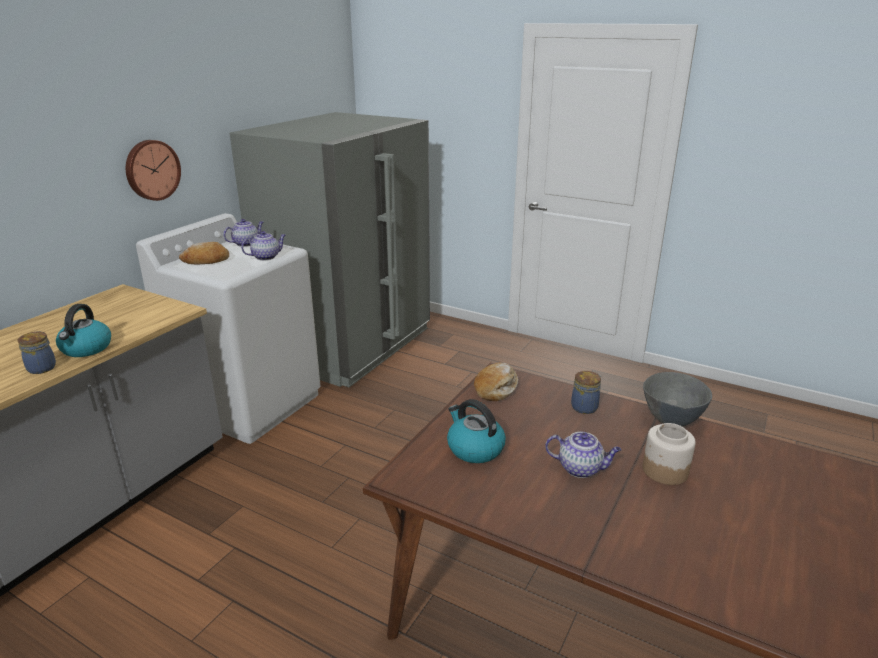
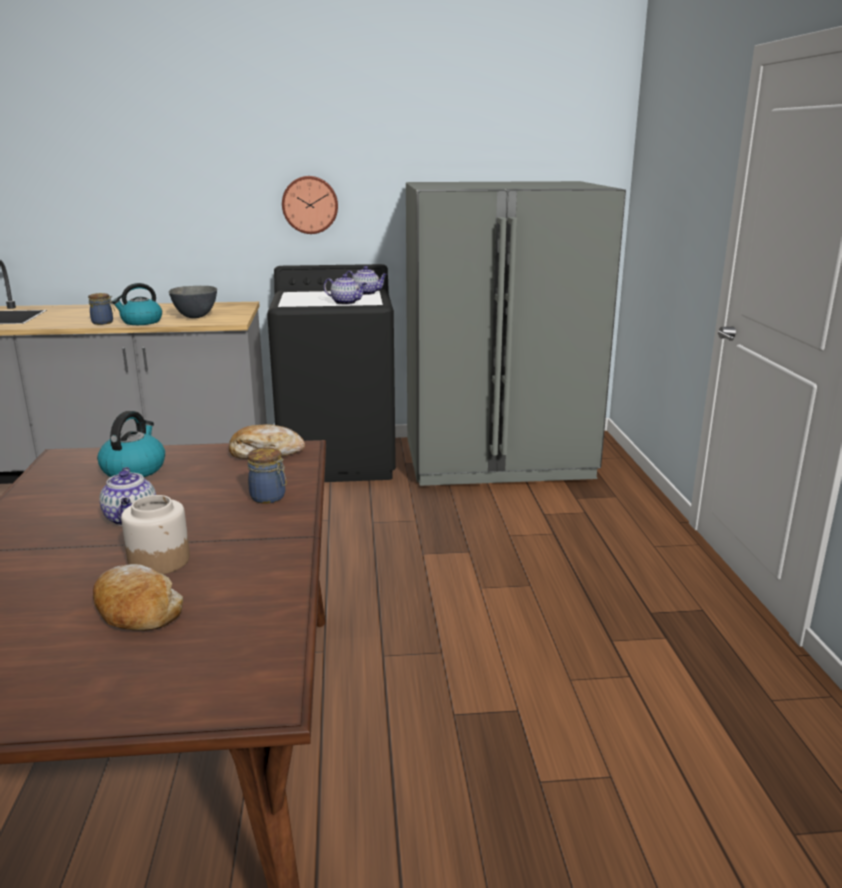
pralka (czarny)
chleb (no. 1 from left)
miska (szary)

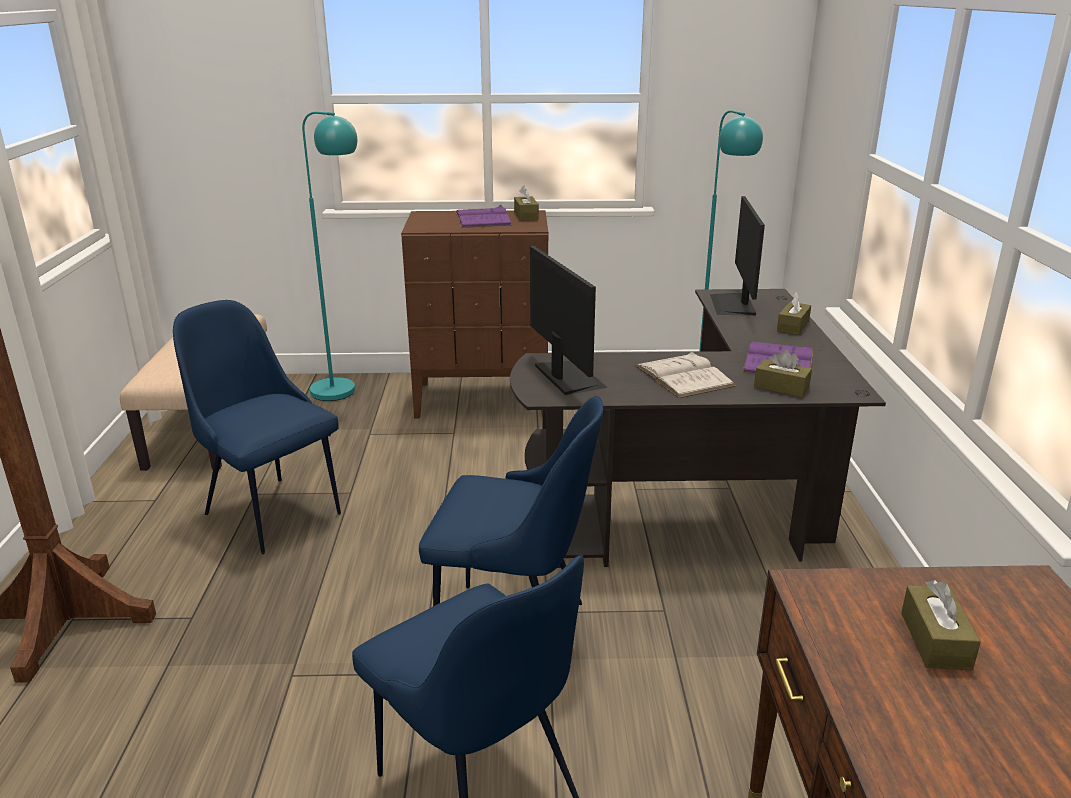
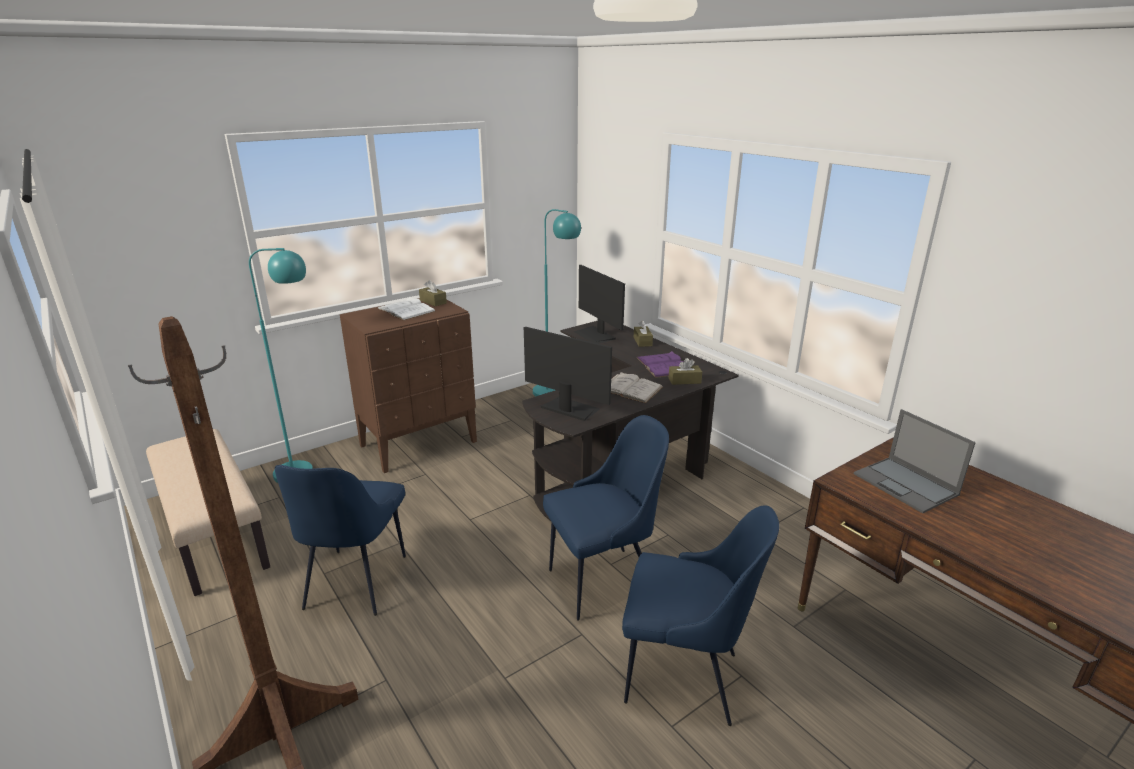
książka (biały) (no. 1 from left)
krzesło (niebieski) (no. 1 from left)
laptop

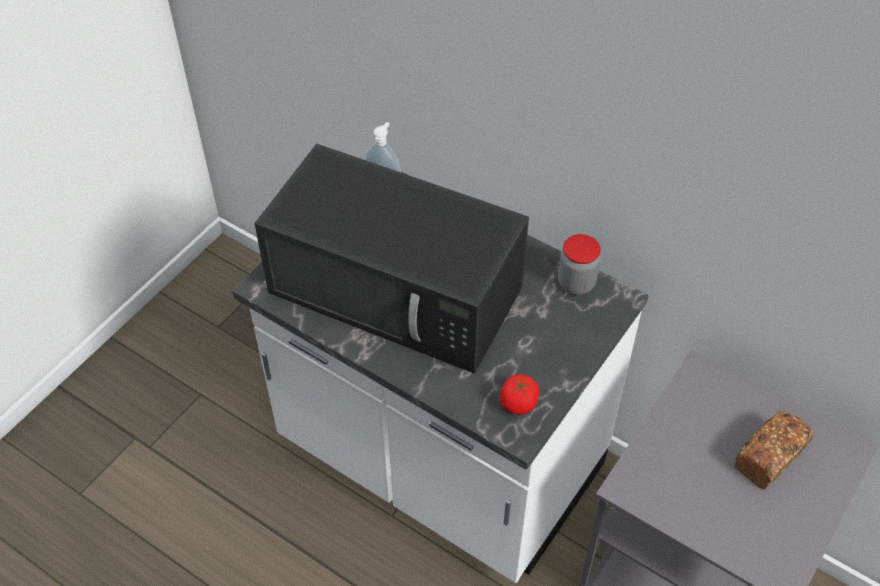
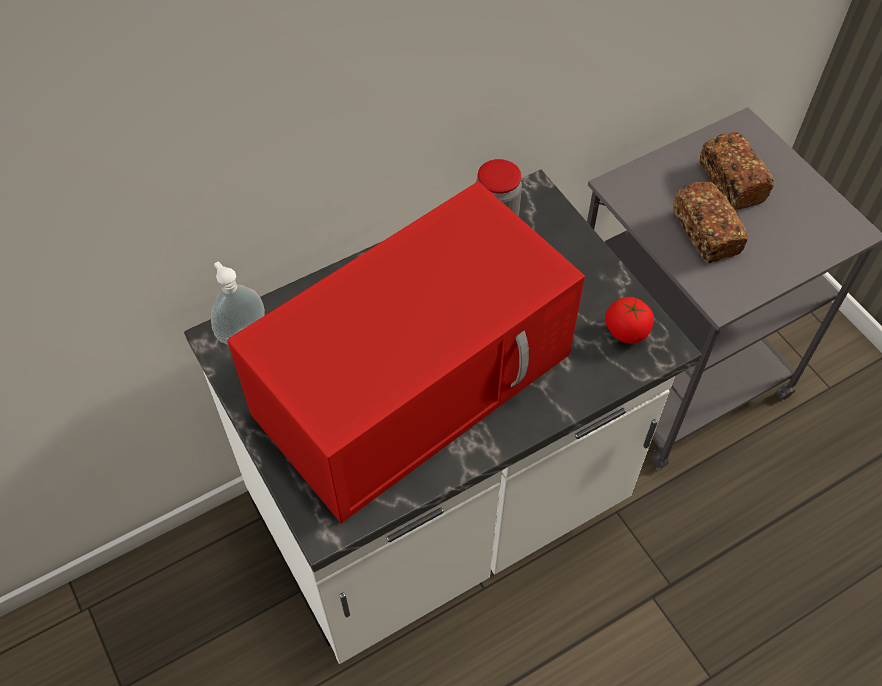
mikrofalówka (czerwony)
chleb (no. 1 from left)

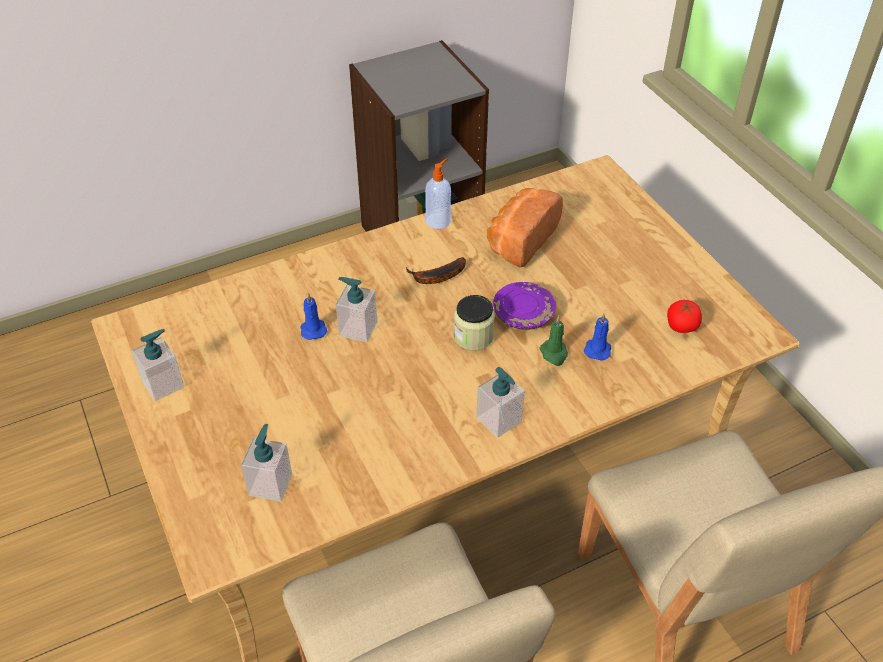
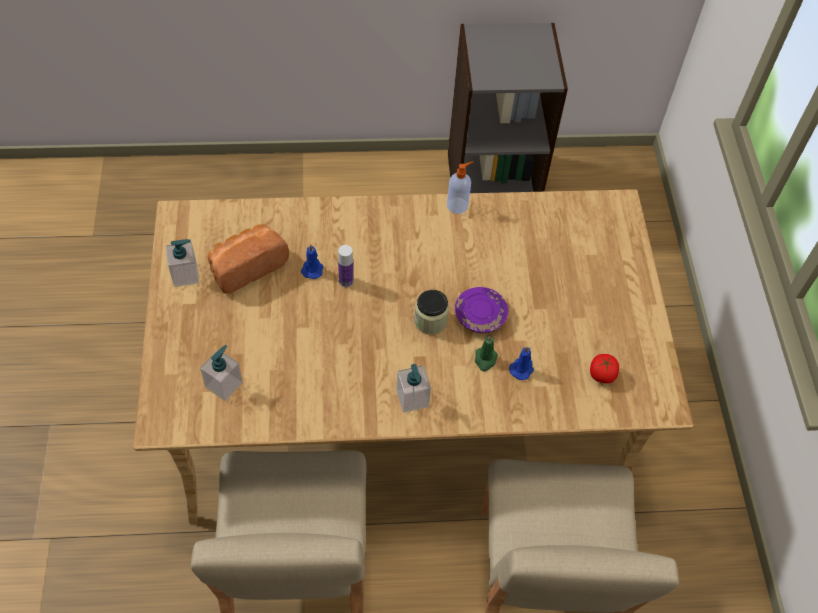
chleb
banan
butelka

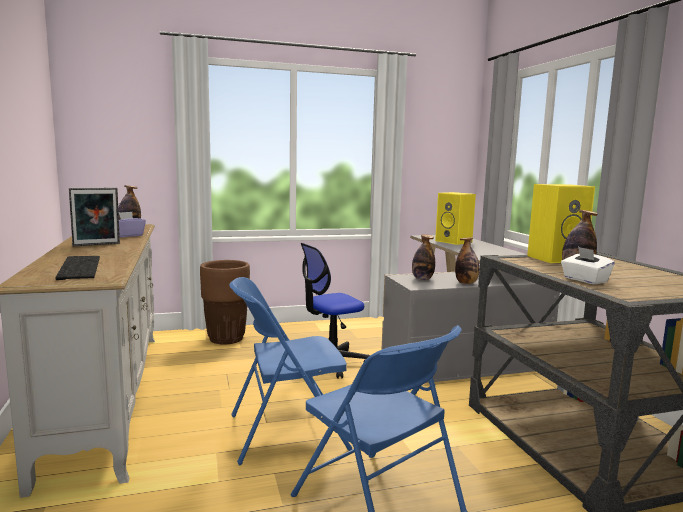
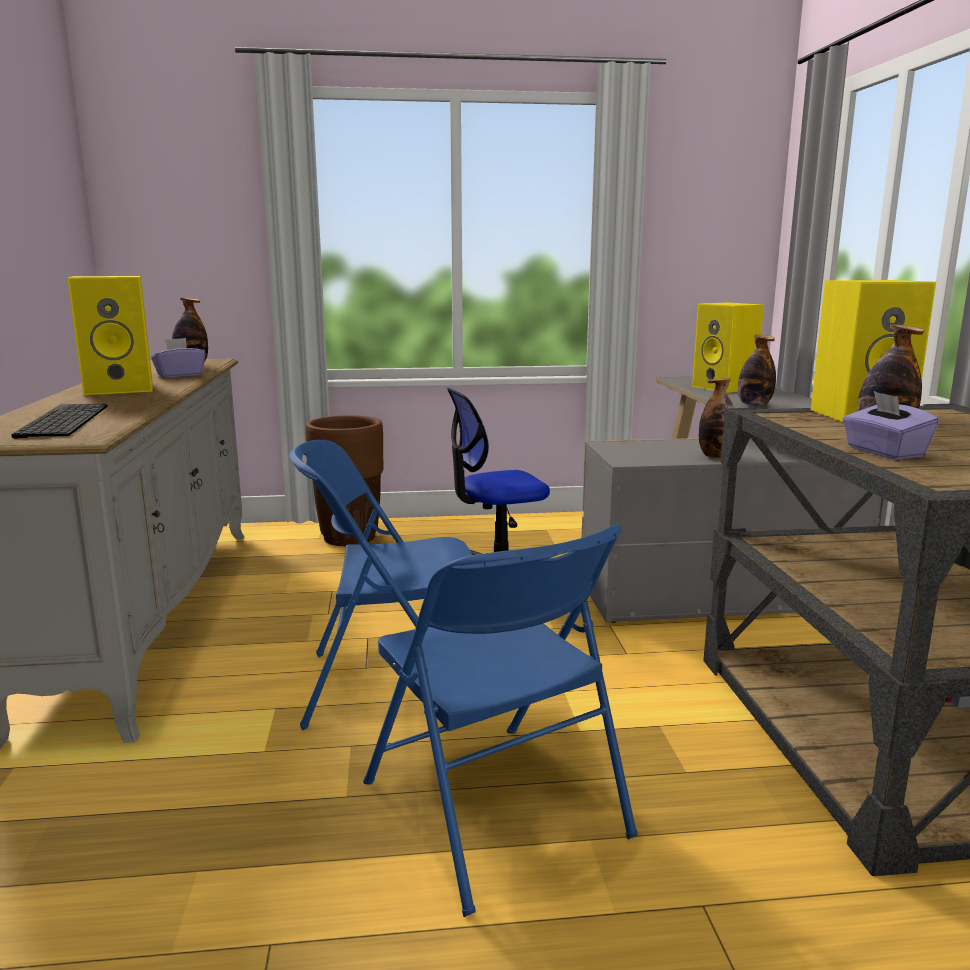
głośnik (żółty) (no. 1 from left)
butelka (no. 3 from left)
pudełko chusteczek (fioletowy) (no. 2 from left)

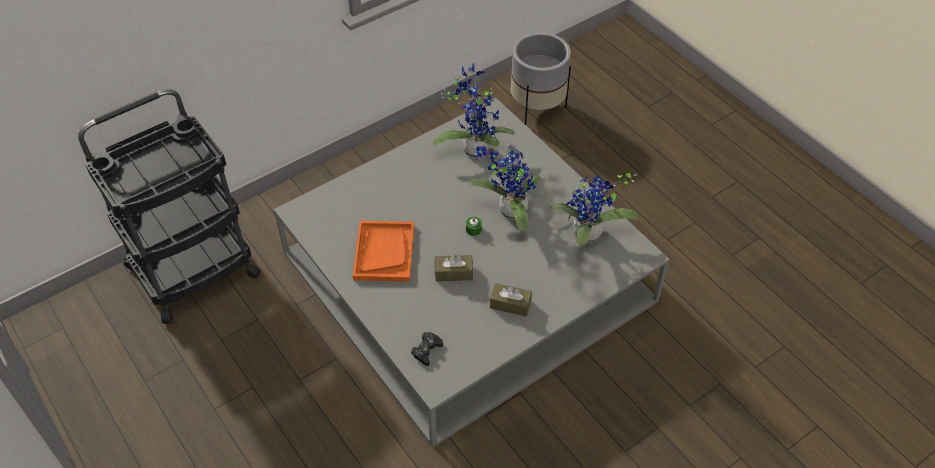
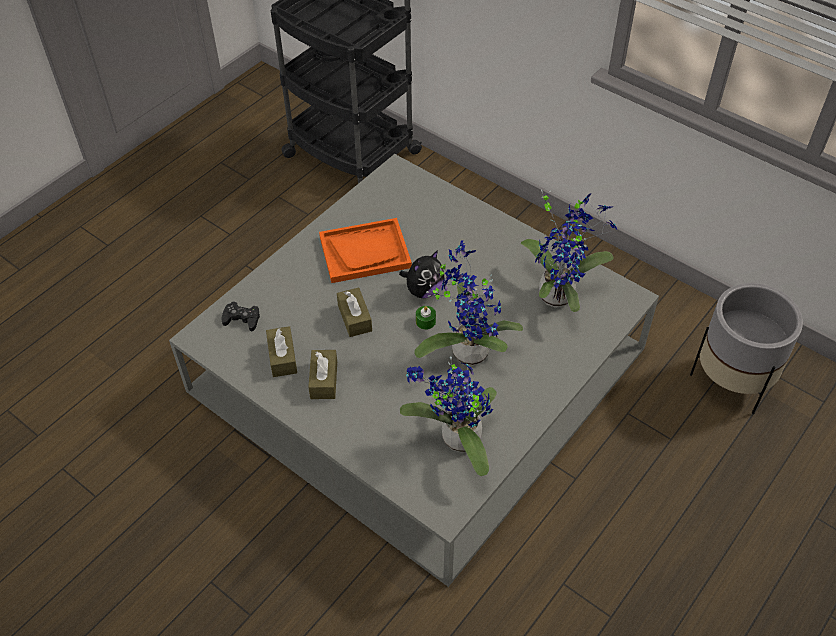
pluszak
pudełko chusteczek (brązowy) (no. 1 from left)

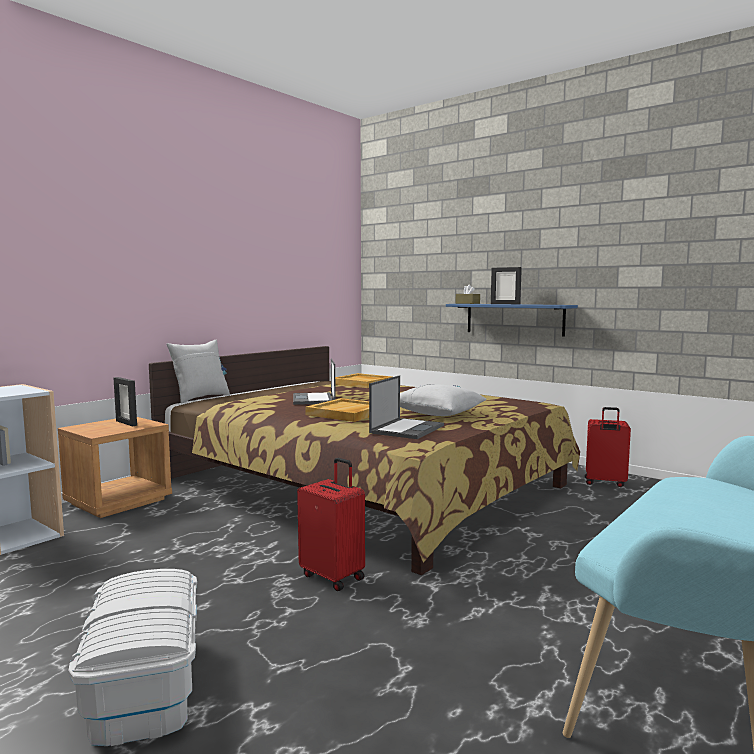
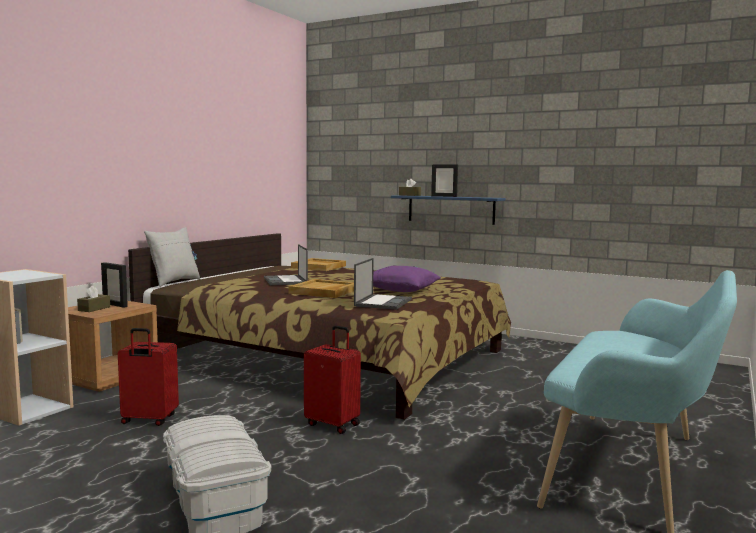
poduszka (fioletowy)
walizka (czerwony) (no. 1 from left)
pudełko chusteczek (brązowy) (no. 1 from left)

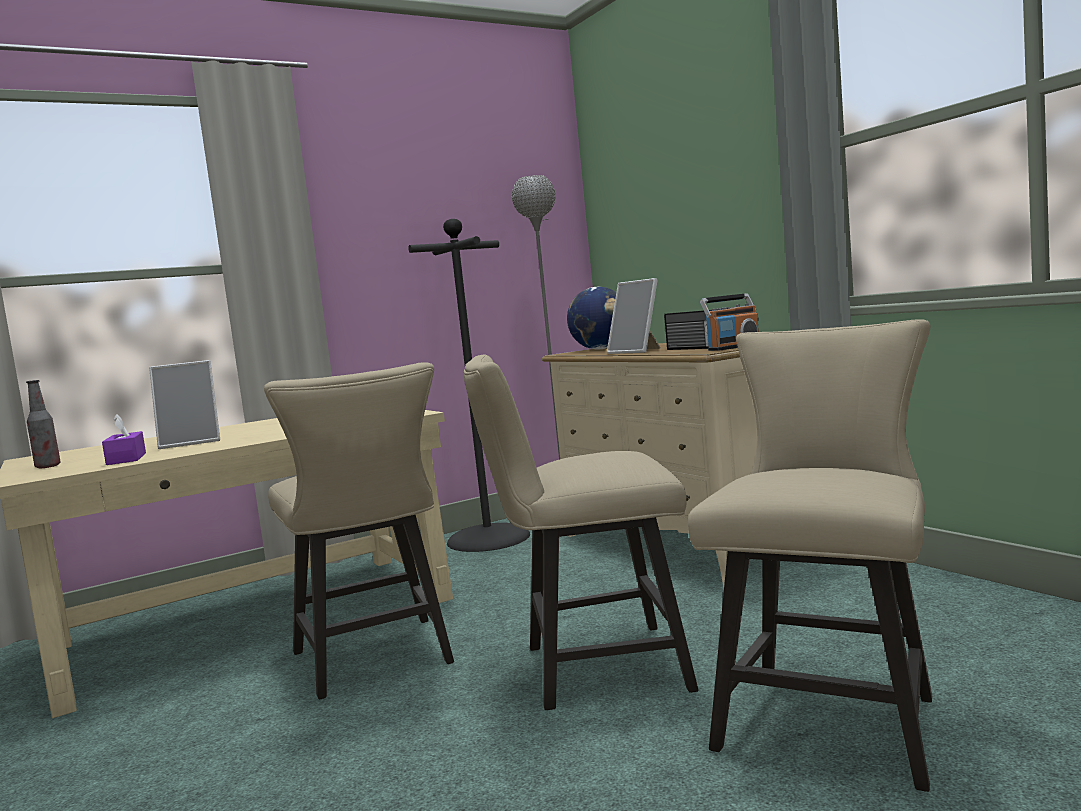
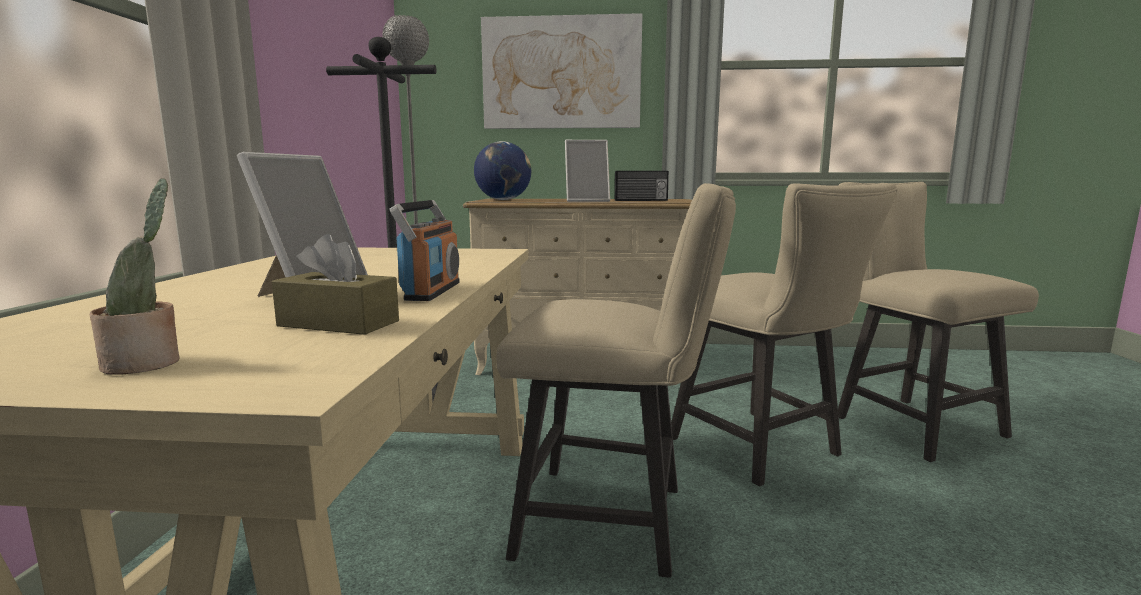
radio (no. 1 from left)
krzesło (beżowy) (no. 2 from left)
roślina doniczkowa
pudełko chusteczek (brązowy)
obraz

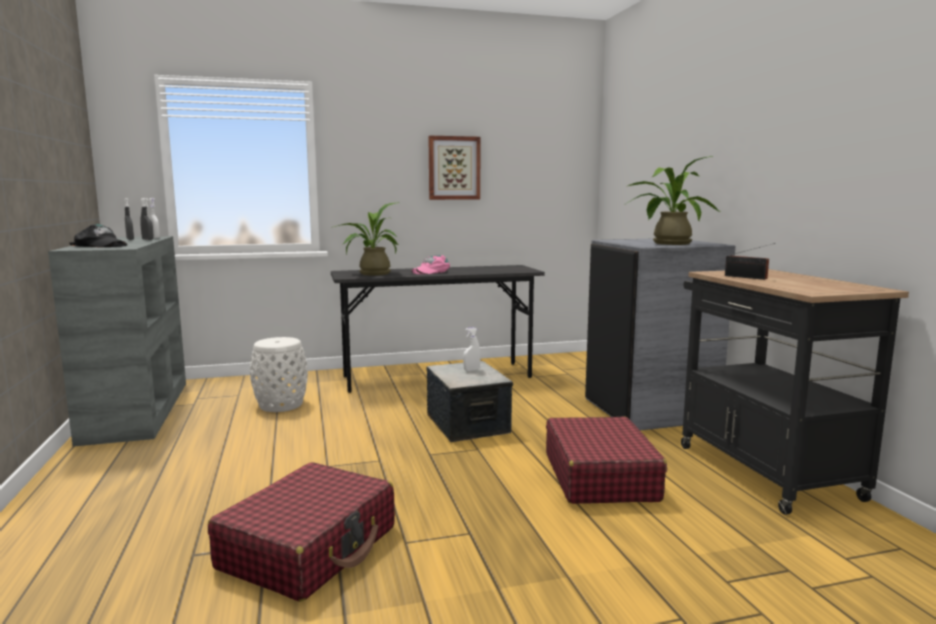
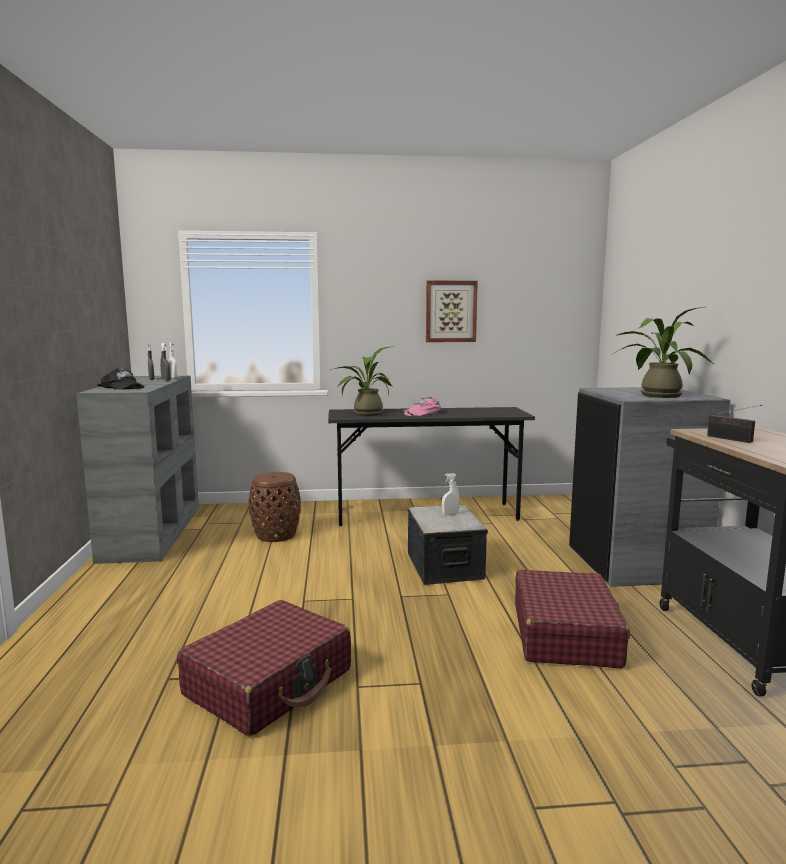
stołek (brązowy)

